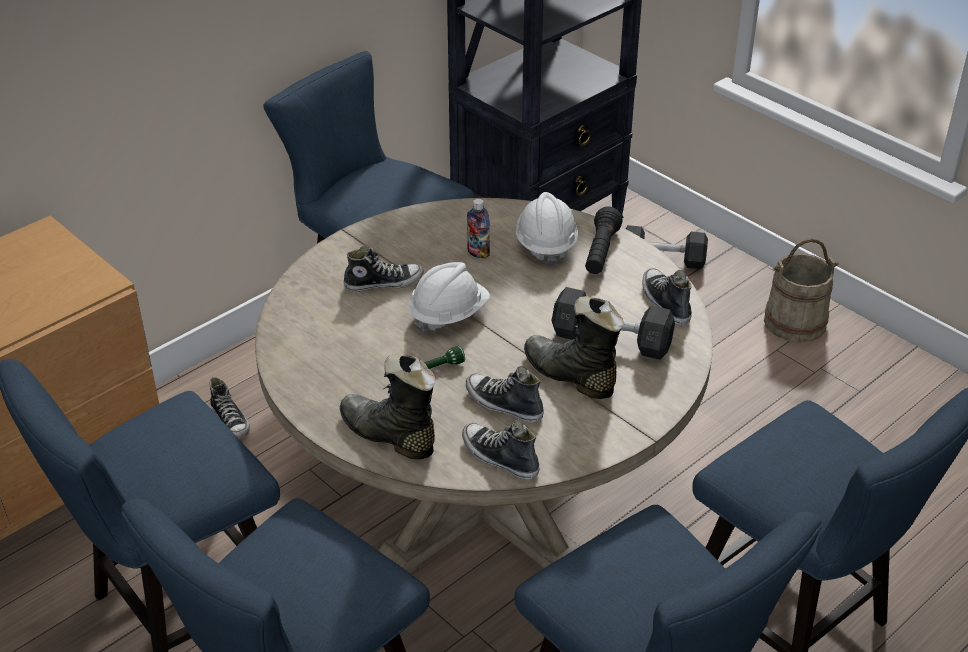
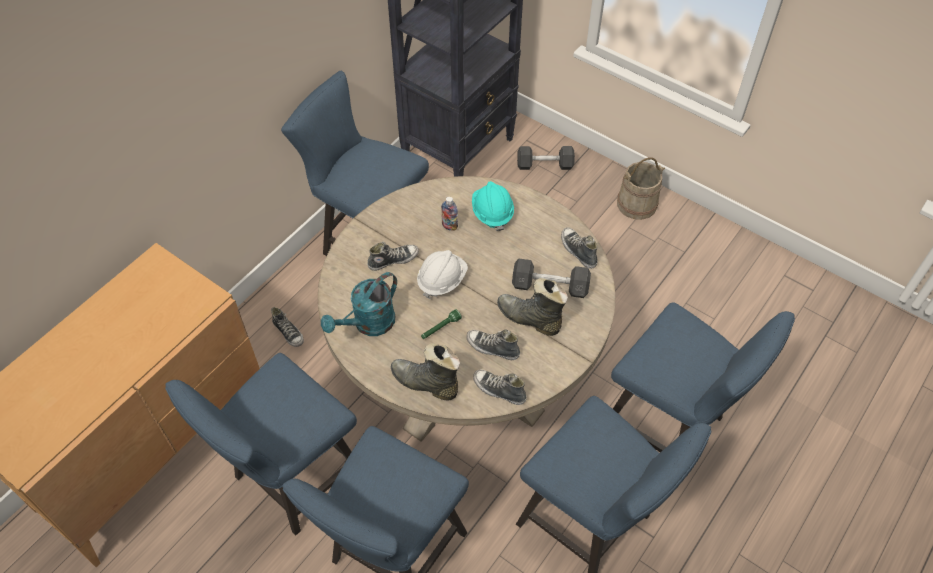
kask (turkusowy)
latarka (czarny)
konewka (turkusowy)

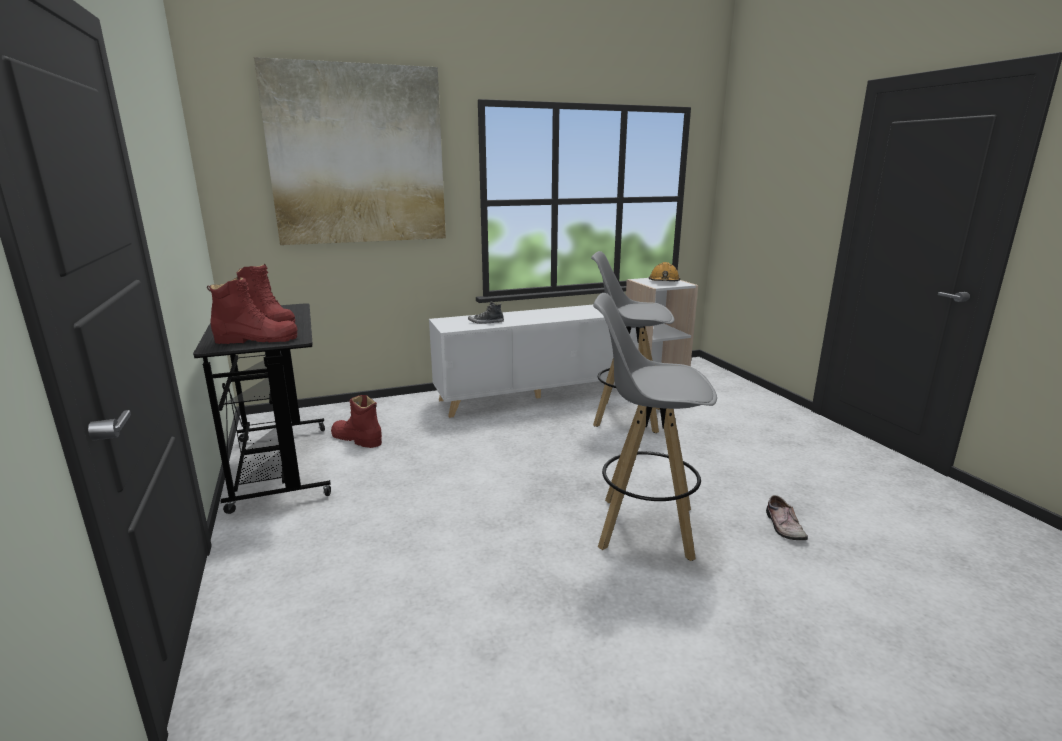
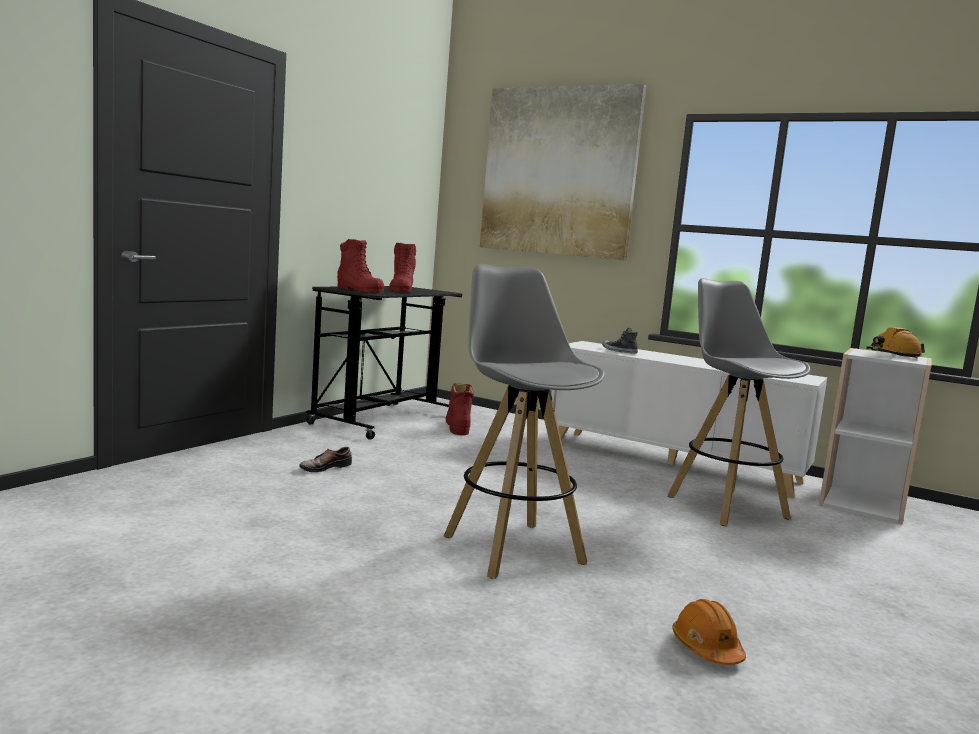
but (no. 1 from left)
kask (pomarańczowy) (no. 1 from left)

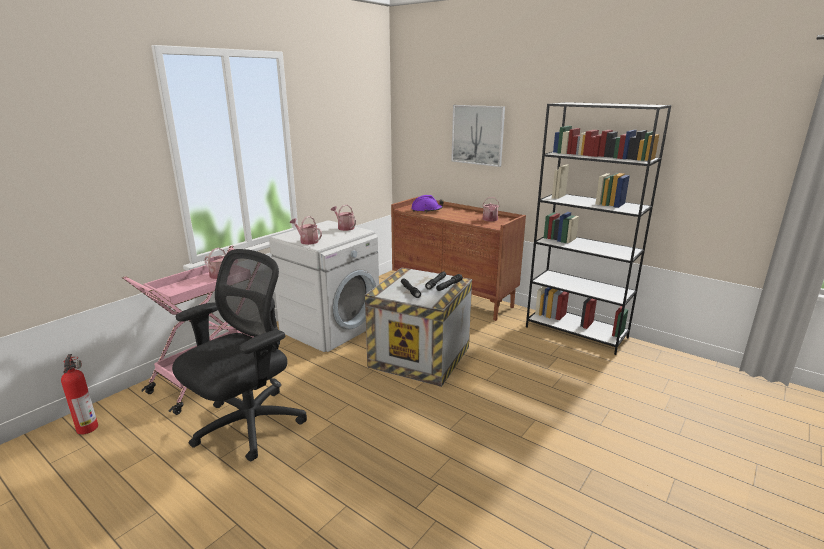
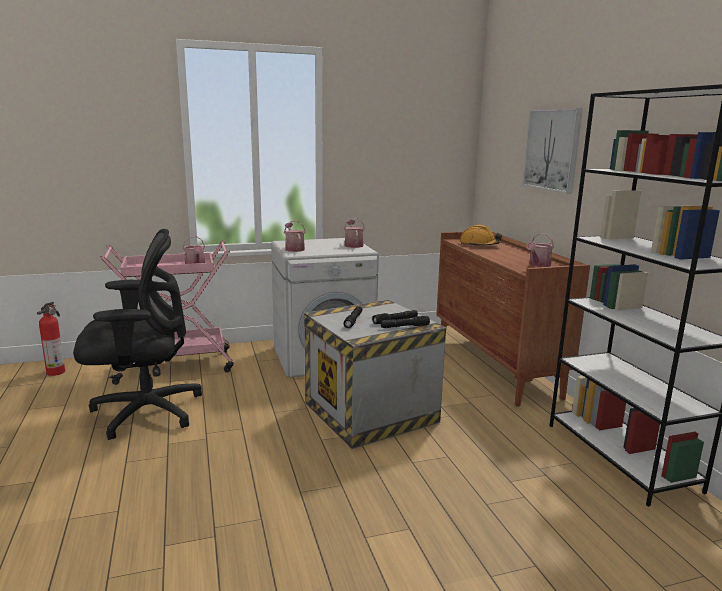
kask (pomarańczowy)

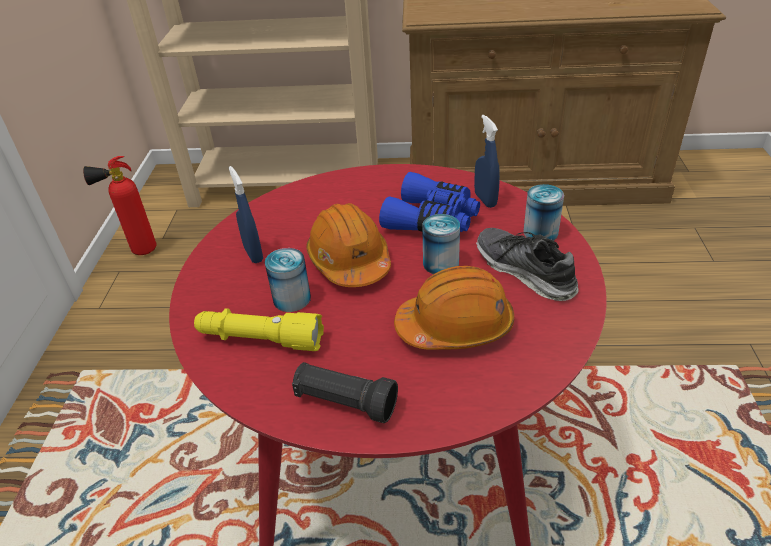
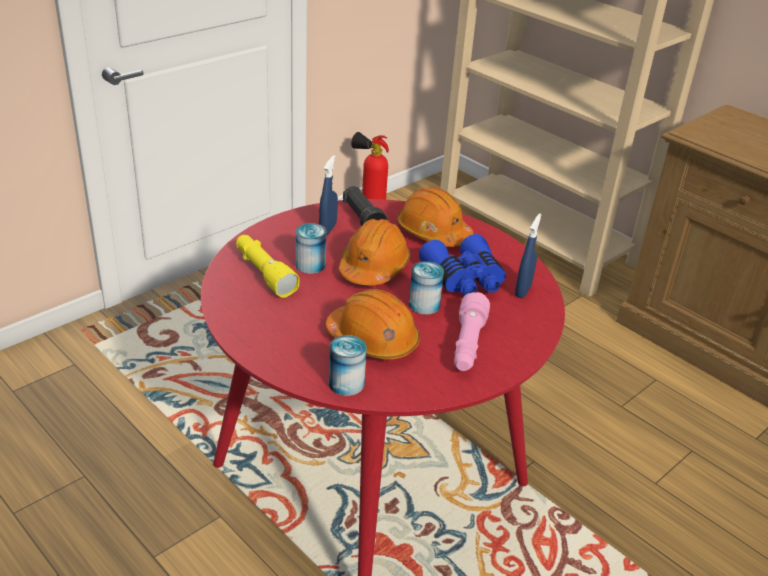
puszka (no. 2 from left)
latarka (różowy)
latarka (czarny)
kask (pomarańczowy) (no. 3 from left)

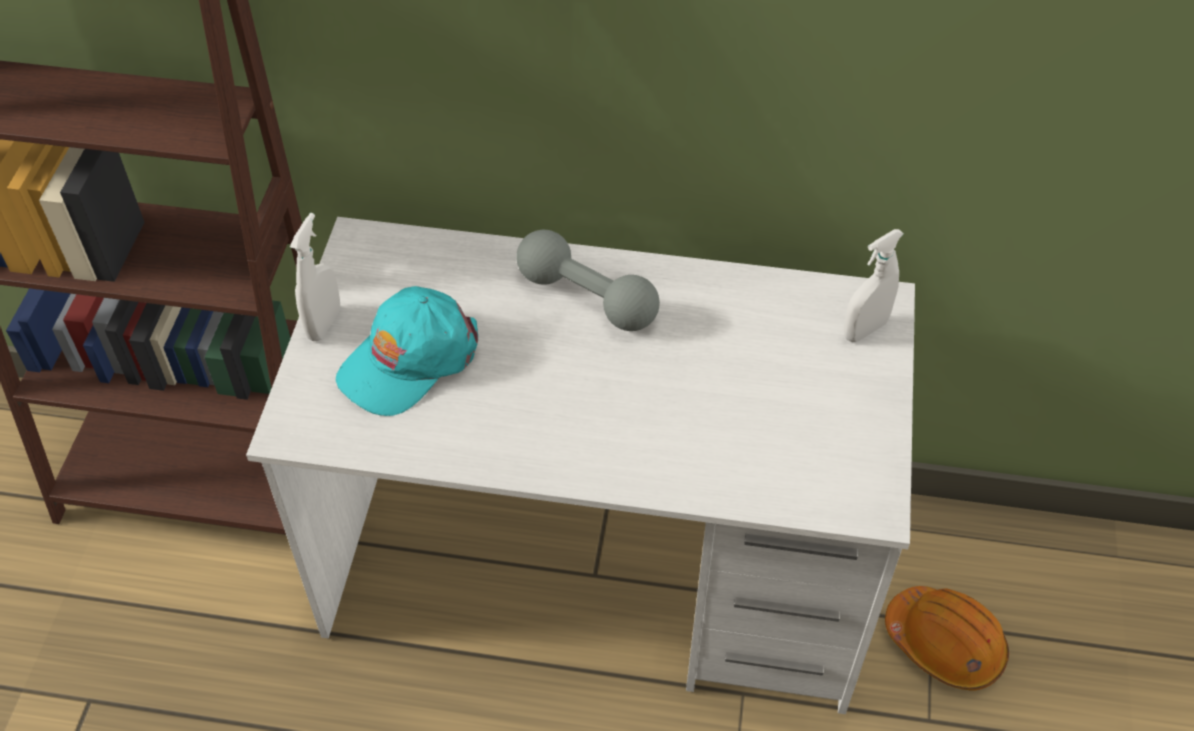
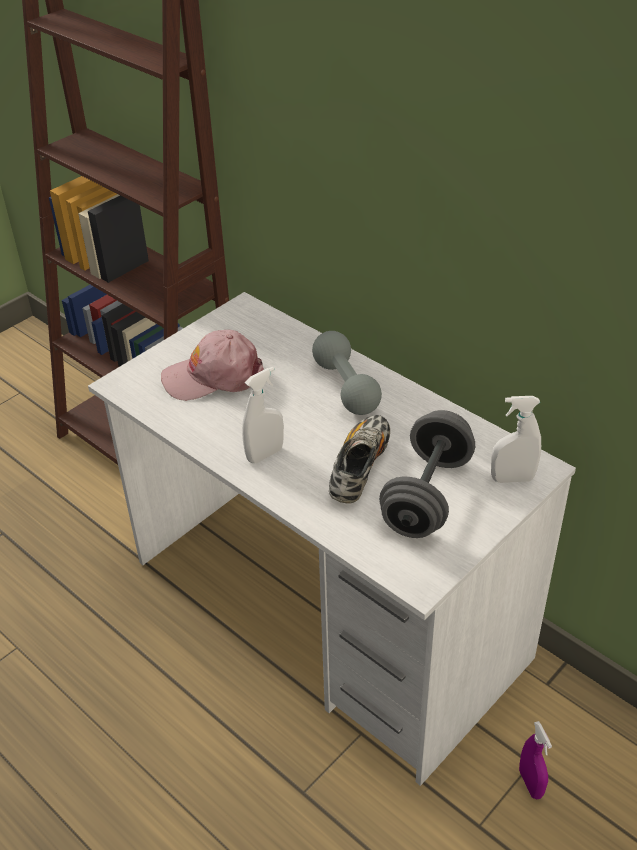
spryskiwacz (biały) (no. 1 from left)
czapka z daszkiem (różowy)
spryskiwacz (fioletowy)
hantel (szary) (no. 2 from left)
but

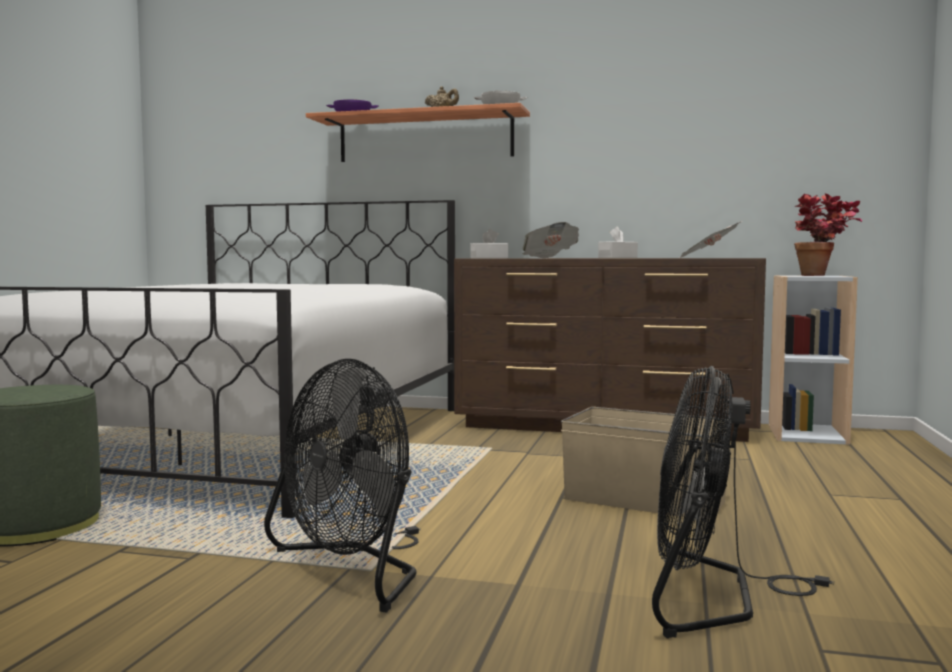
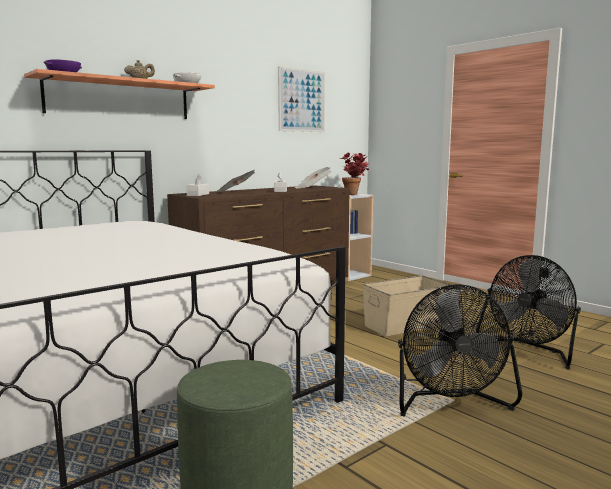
obraz

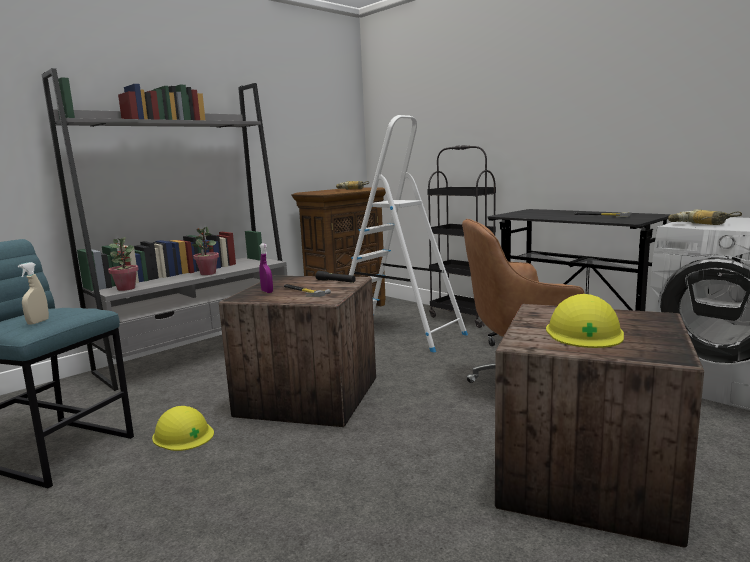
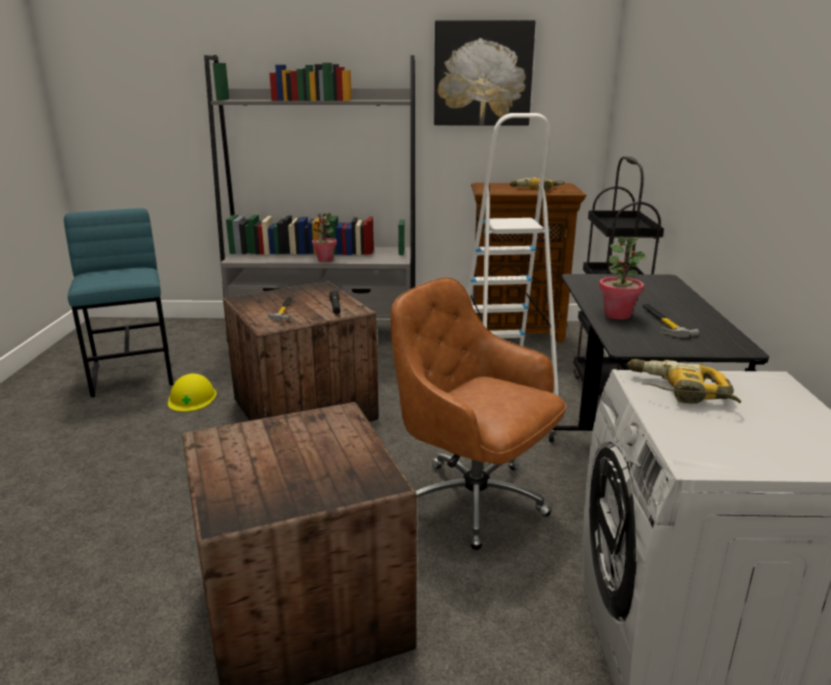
roślina doniczkowa (no. 2 from left)
spryskiwacz (fioletowy)
spryskiwacz (beżowy)
kask (żółty) (no. 2 from left in the first image)
obraz

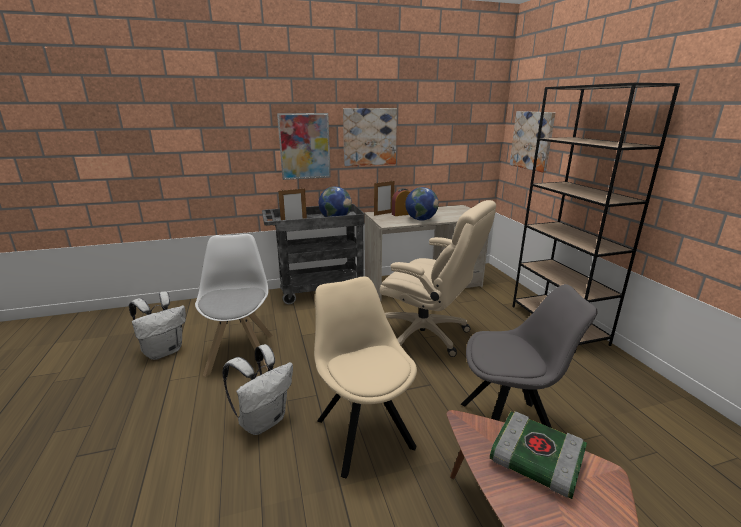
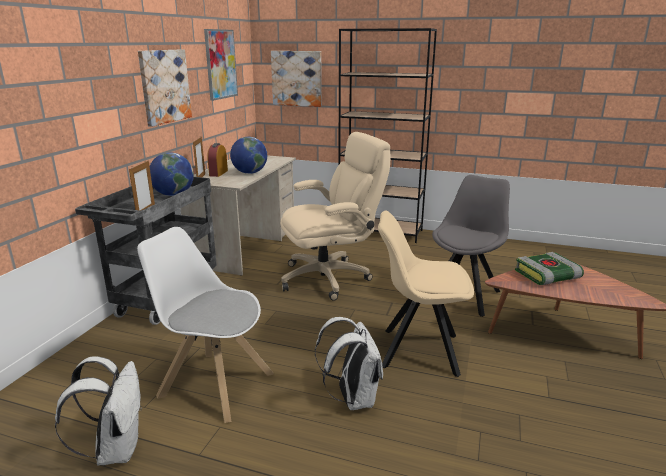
obraz (no. 2 from left)

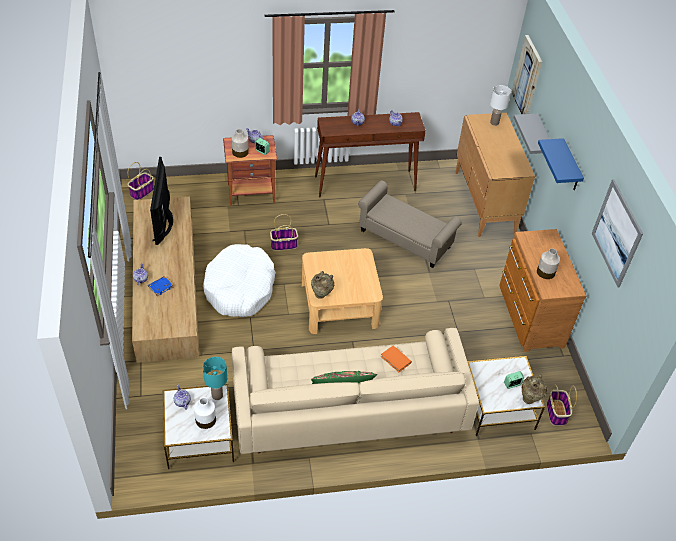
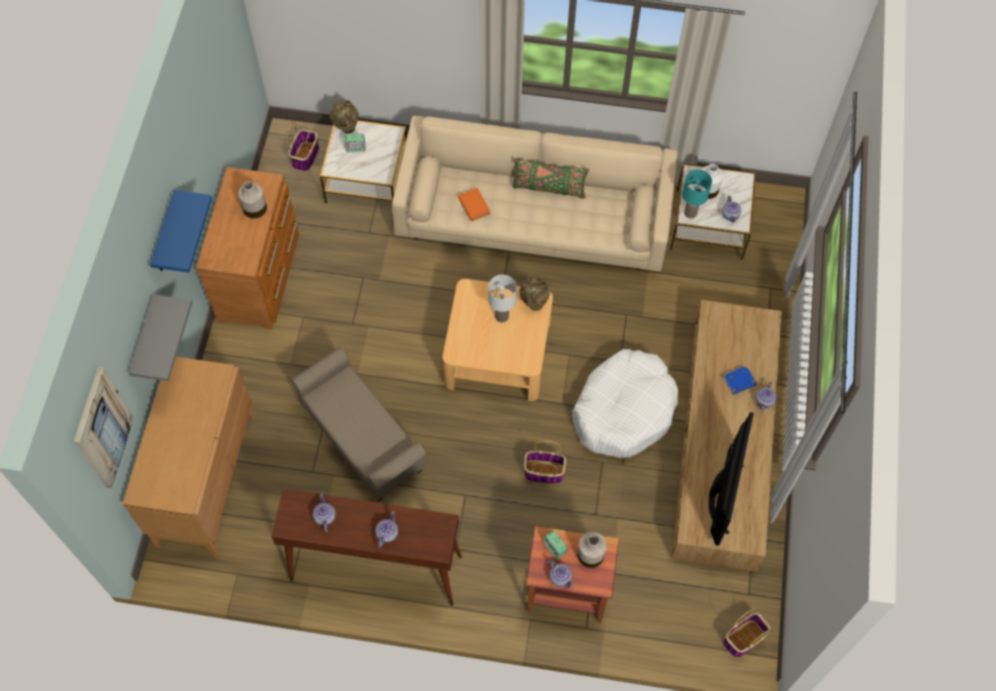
lampa stołowa (biały)
obraz (no. 2 from left in the first image)

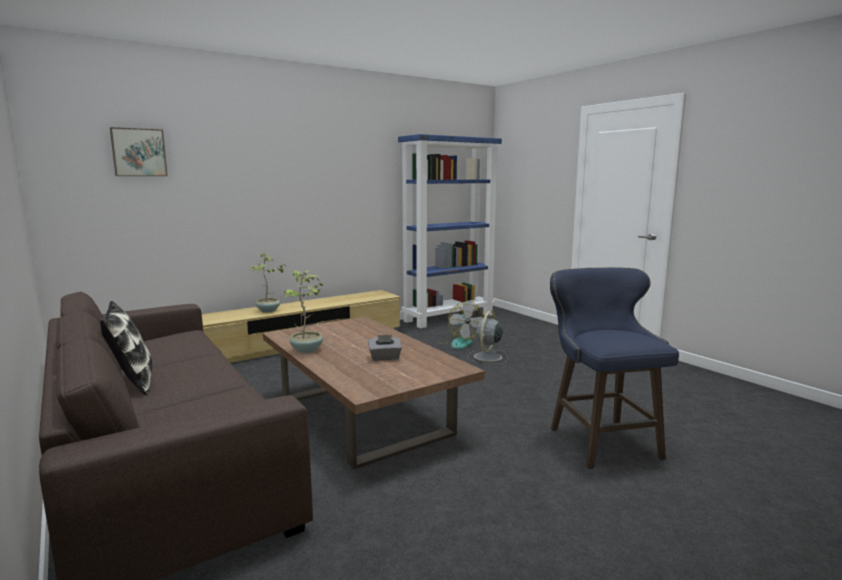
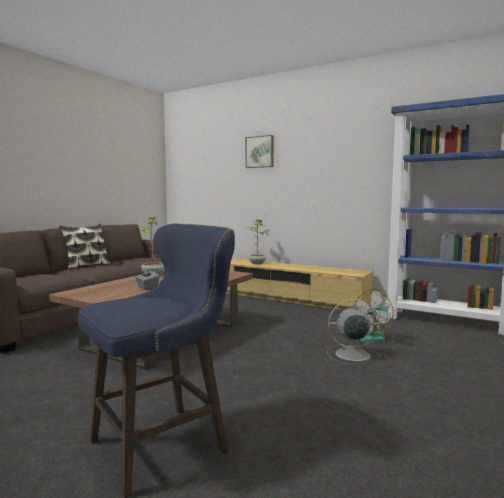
obraz

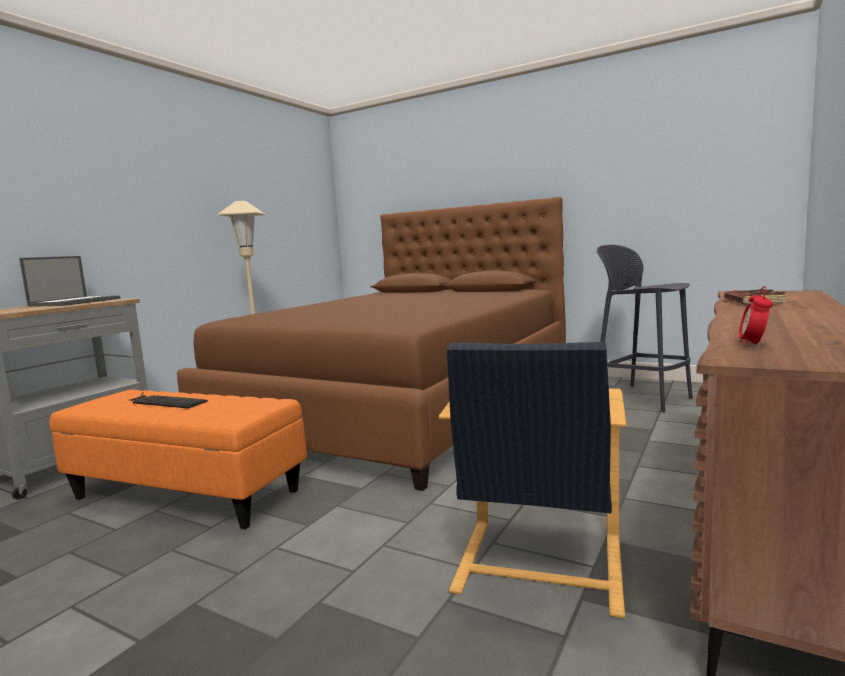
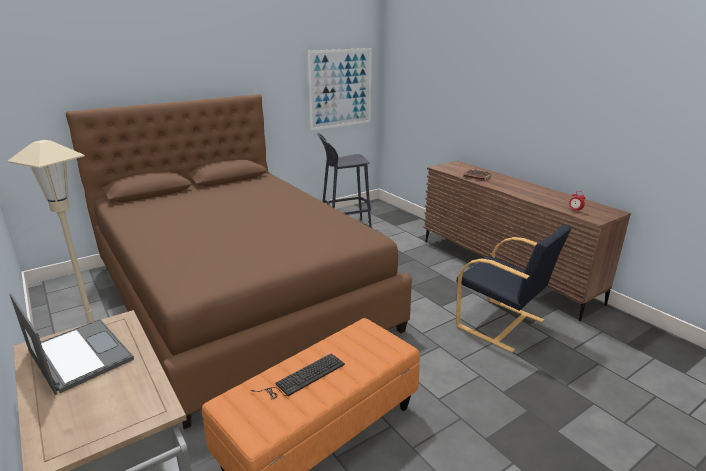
obraz

